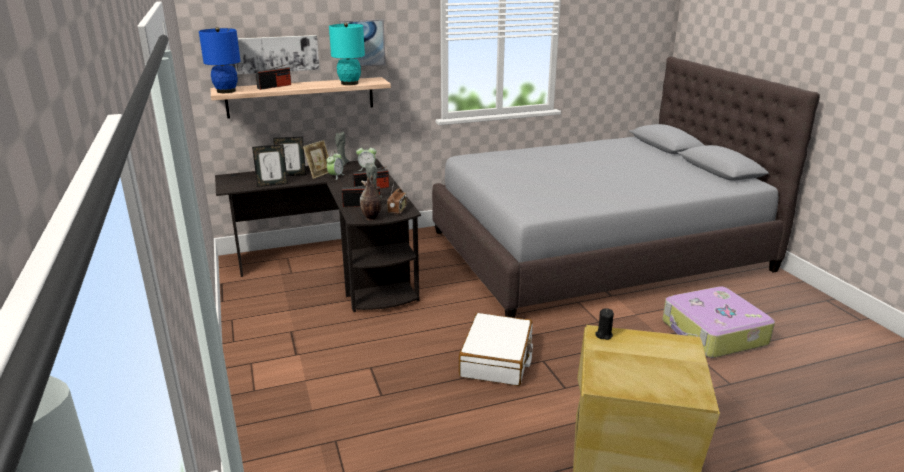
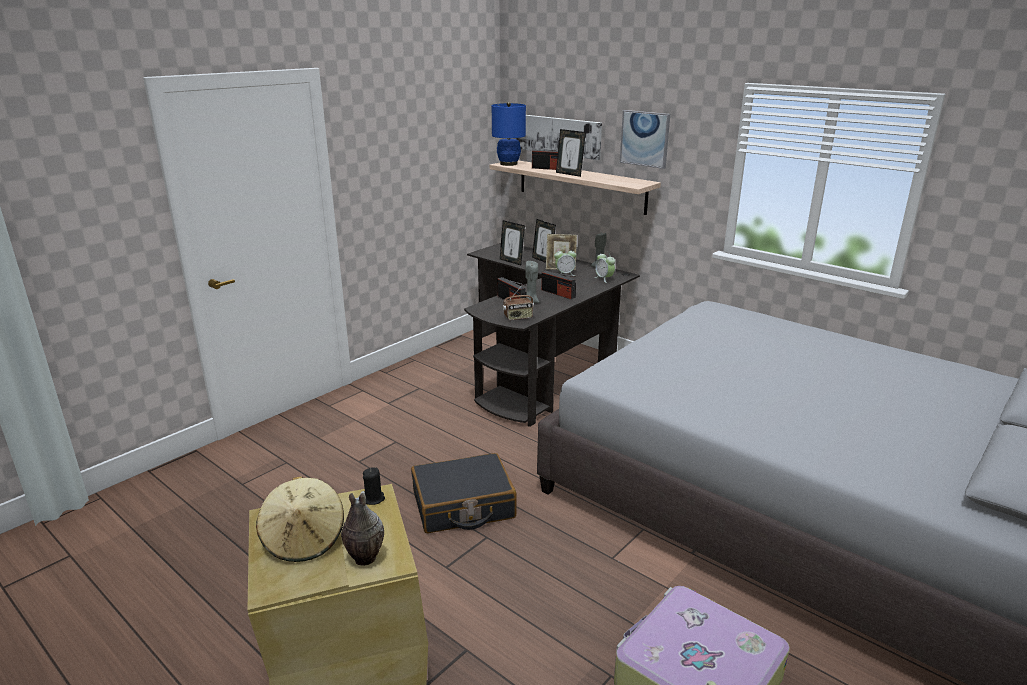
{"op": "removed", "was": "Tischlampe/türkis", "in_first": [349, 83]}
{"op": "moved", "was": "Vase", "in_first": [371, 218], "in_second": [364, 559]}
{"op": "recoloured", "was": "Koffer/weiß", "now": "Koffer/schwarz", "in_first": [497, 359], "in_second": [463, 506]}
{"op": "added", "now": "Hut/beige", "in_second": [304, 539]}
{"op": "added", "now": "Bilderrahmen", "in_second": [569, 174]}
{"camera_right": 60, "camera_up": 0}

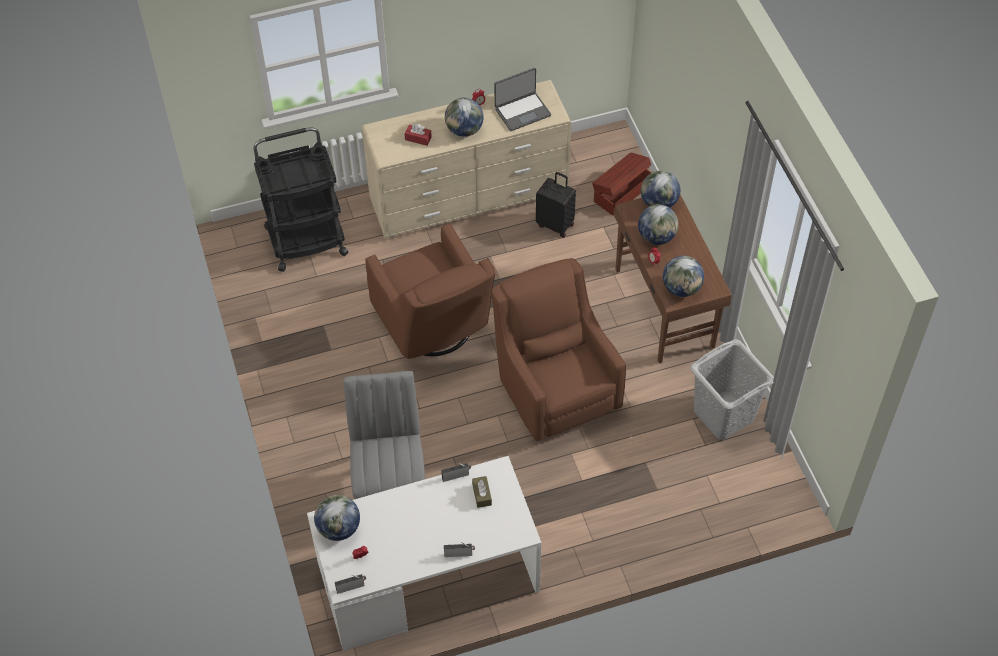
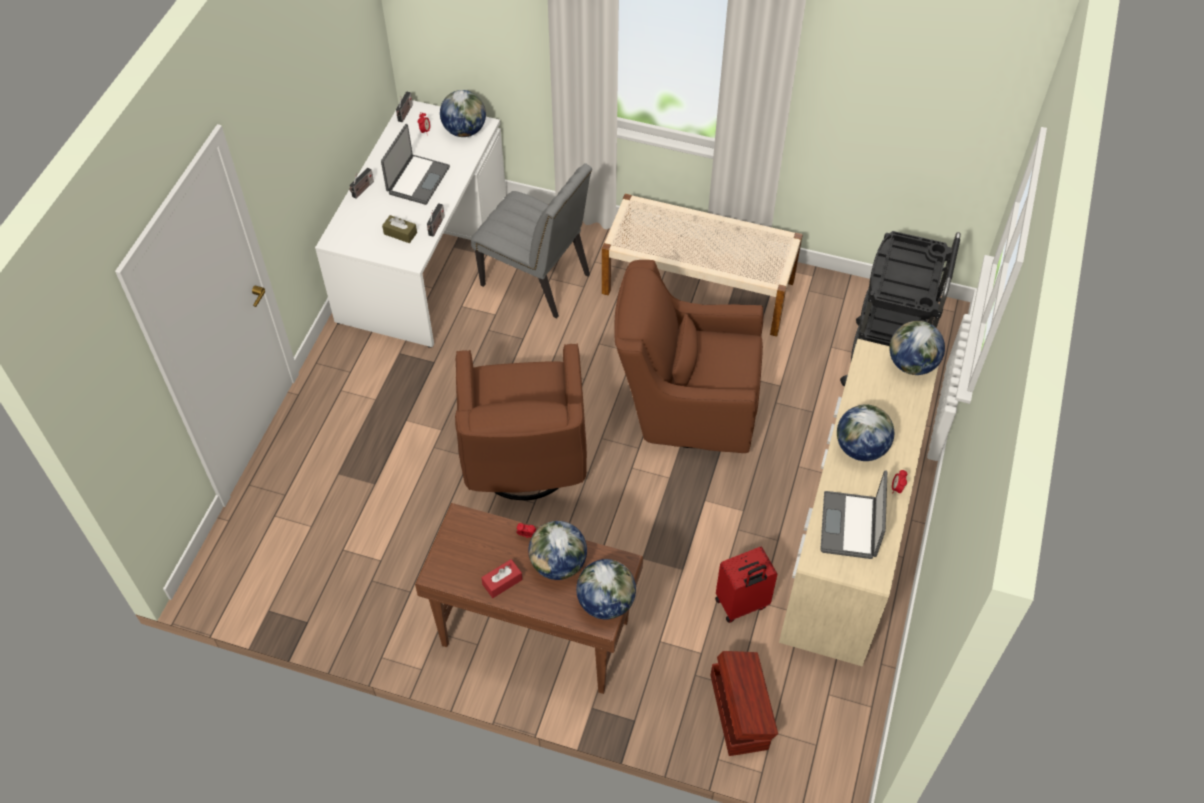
{"op": "moved", "was": "Taschentuchbox/rot", "in_first": [418, 138], "in_second": [502, 582]}
{"op": "turned", "was": "Sessel/braun", "in_first": [554, 388], "in_second": [524, 462], "clockwise": 75}
{"op": "recoloured", "was": "Koffer/schwarz", "now": "Koffer/rot", "in_first": [555, 224], "in_second": [742, 604]}
{"op": "moved", "was": "Globus", "in_first": [681, 288], "in_second": [911, 364]}
{"op": "removed", "was": "Wäschekorb/grau", "in_first": [723, 415]}
{"op": "added", "now": "Laptop", "in_second": [417, 180]}
{"op": "added", "now": "Bank/beige", "in_second": [698, 286]}
{"camera_right": 125, "camera_up": 0}

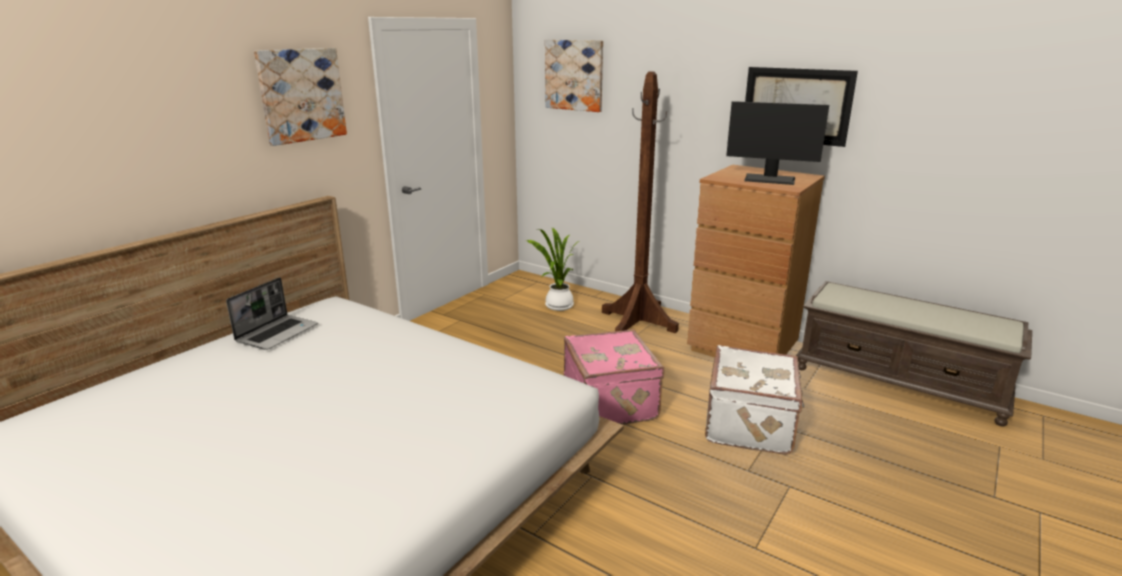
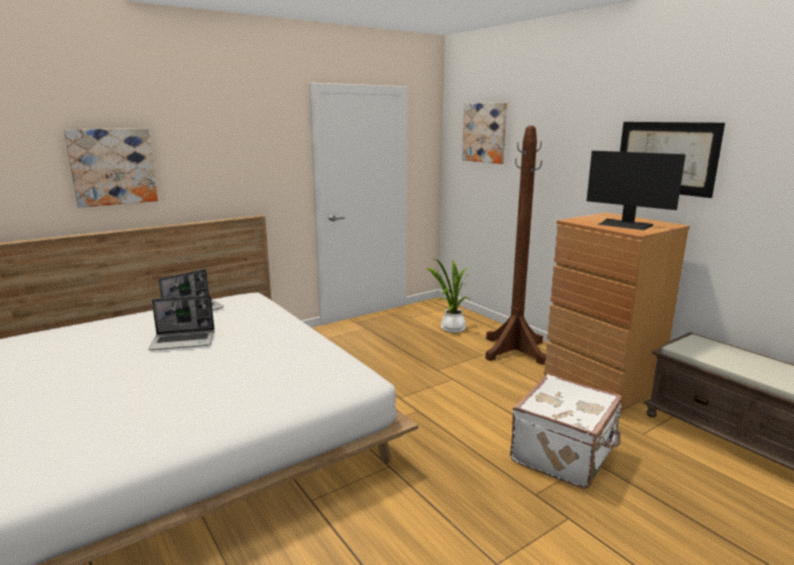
{"op": "moved", "was": "Bild", "in_first": [301, 95], "in_second": [112, 166]}
{"op": "removed", "was": "Koffer/rosa", "in_first": [611, 402]}
{"op": "added", "now": "Laptop", "in_second": [184, 341]}
{"camera_right": 20, "camera_up": -5}

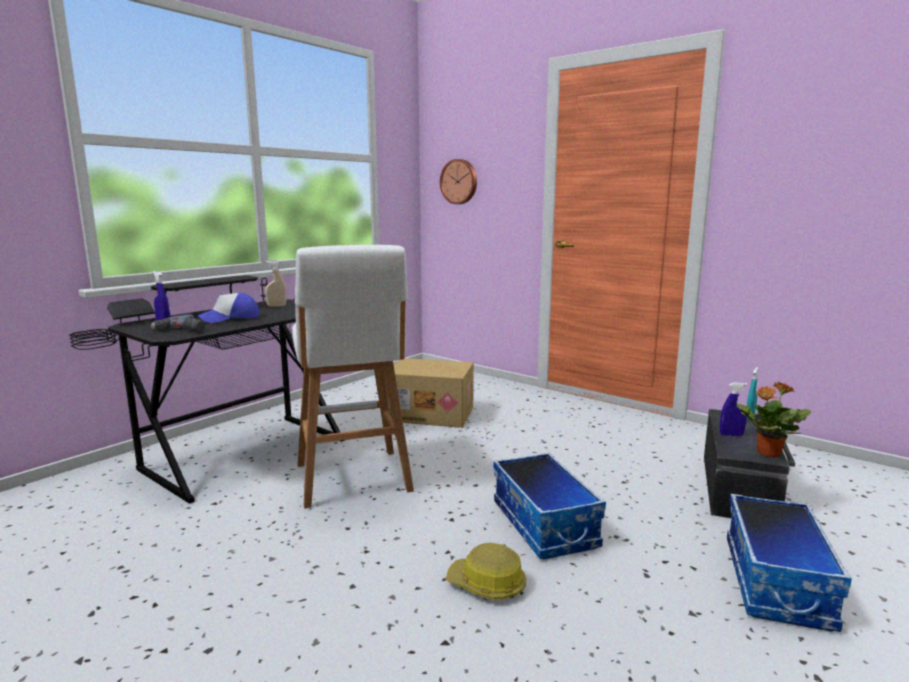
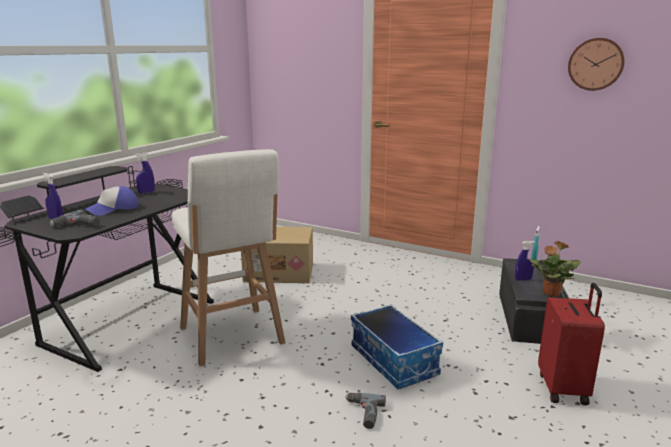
{"op": "recoloured", "was": "Sprühflasche/beige", "now": "Sprühflasche/blau", "in_first": [276, 306], "in_second": [146, 192]}
{"op": "moved", "was": "Wanduhr", "in_first": [459, 181], "in_second": [595, 64]}
{"op": "replaced", "was": "Schutzhelm", "now": "Bohrmaschine", "in_first": [487, 585], "in_second": [363, 413]}
{"op": "replaced", "was": "Aufbewahrungsbox", "now": "Koffer/rot", "in_first": [778, 583], "in_second": [564, 388]}
{"camera_right": -10, "camera_up": 5}

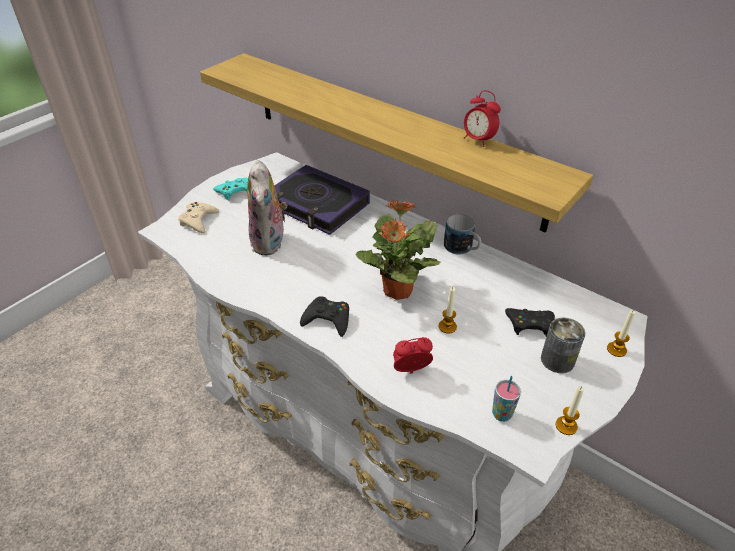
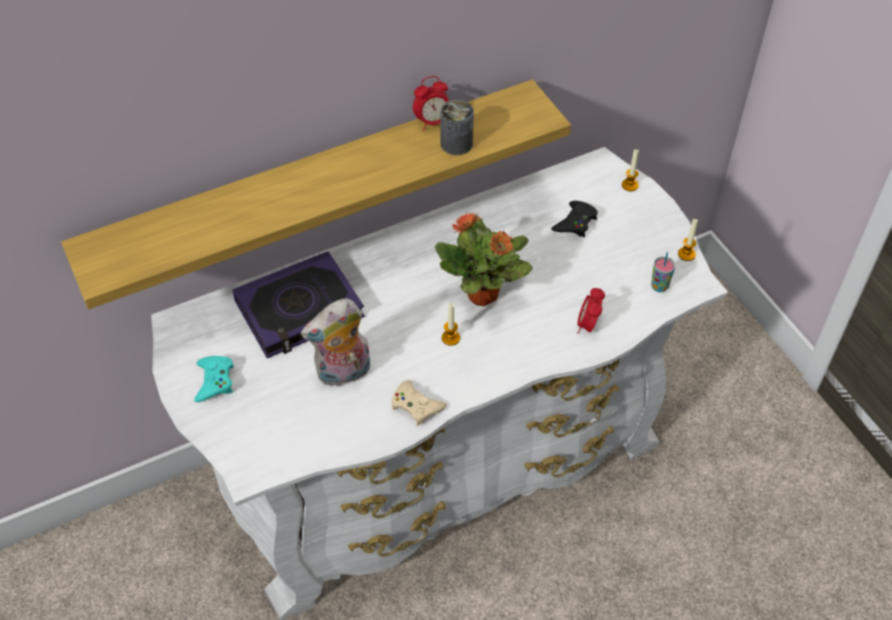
{"op": "moved", "was": "Gamepad/beige", "in_first": [198, 220], "in_second": [416, 406]}
{"op": "turned", "was": "Plüschtier", "in_first": [270, 243], "in_second": [343, 374], "clockwise": 135}
{"op": "removed", "was": "Gamepad/schwarz", "in_first": [327, 320]}
{"op": "moved", "was": "Kerze", "in_first": [447, 327], "in_second": [450, 338]}
{"op": "removed", "was": "Henkelbecher", "in_first": [462, 249]}
{"op": "moved", "was": "Dose", "in_first": [557, 360], "in_second": [456, 143]}
{"camera_right": -65, "camera_up": 10}

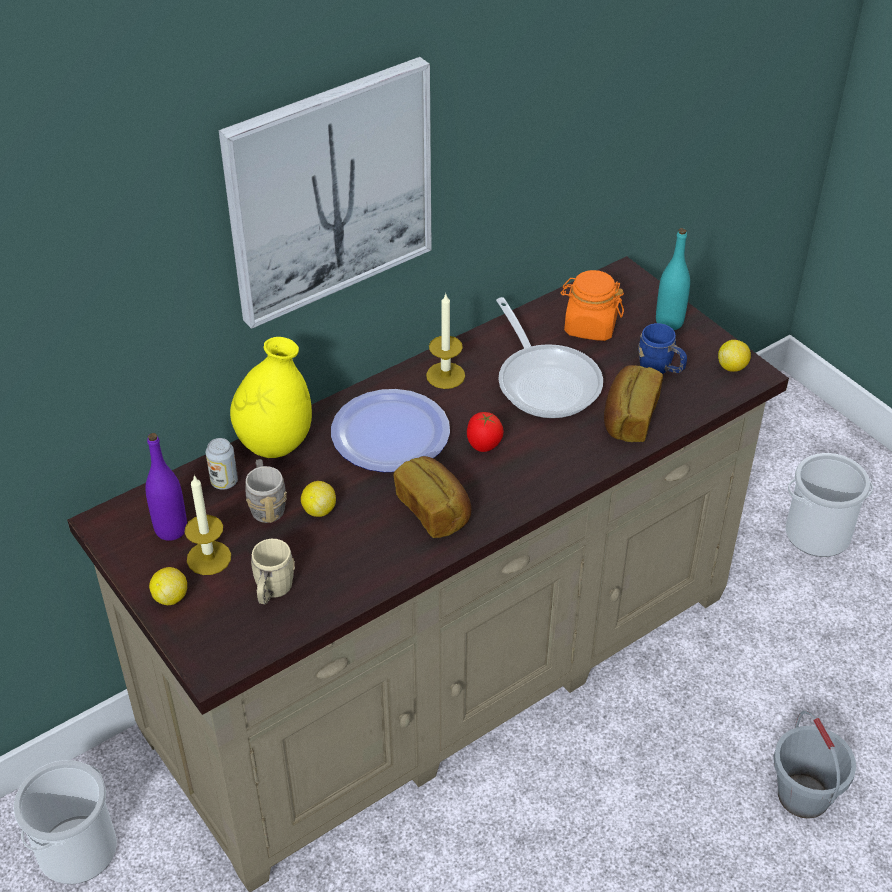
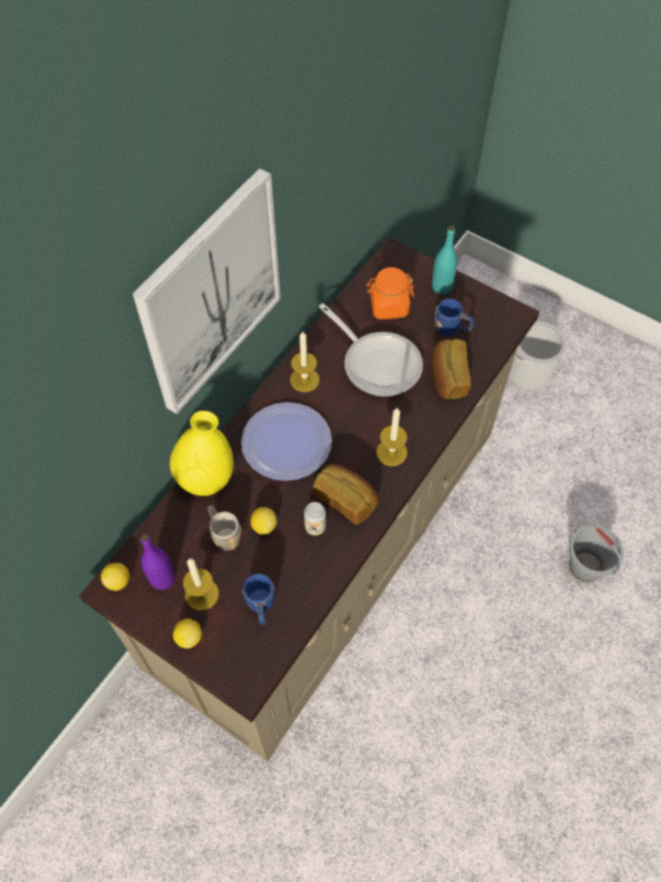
{"op": "removed", "was": "Eimer", "in_first": [77, 849]}
{"op": "moved", "was": "Dose", "in_first": [224, 481], "in_second": [315, 527]}
{"op": "recoloured", "was": "Henkelbecher/beige", "now": "Henkelbecher/blau", "in_first": [272, 591], "in_second": [261, 607]}
{"op": "removed", "was": "Tomate", "in_first": [484, 447]}
{"op": "moved", "was": "Zitrone", "in_first": [732, 367], "in_second": [118, 581]}
{"op": "added", "now": "Kerze", "in_second": [391, 452]}
{"camera_right": -20, "camera_up": 15}

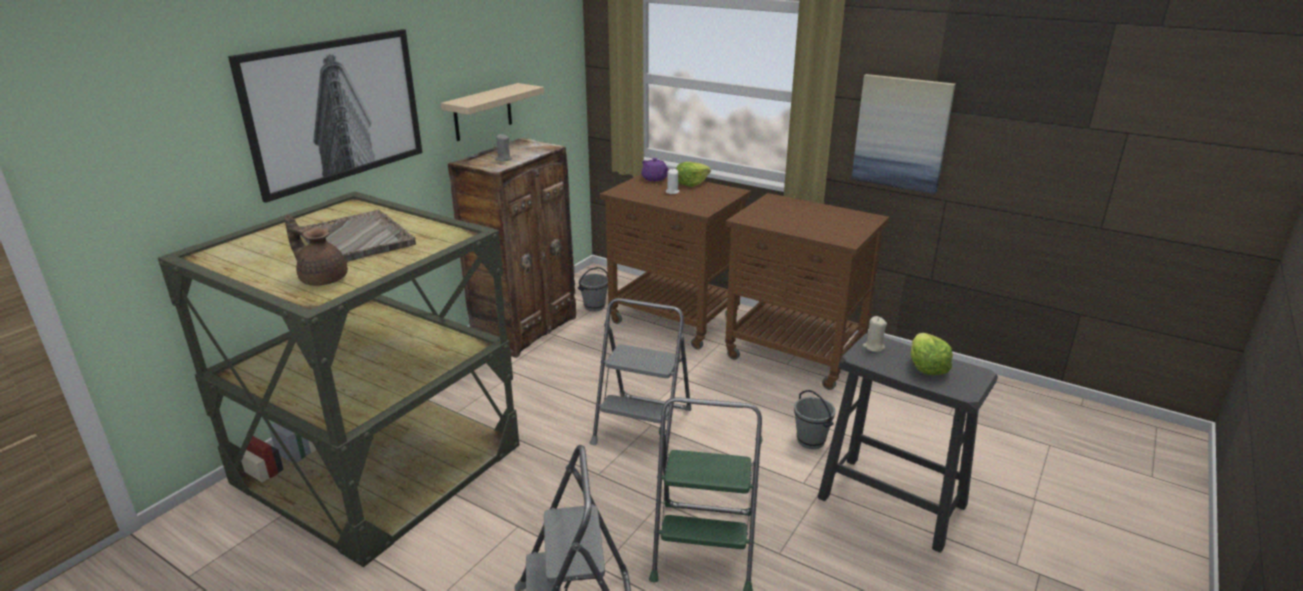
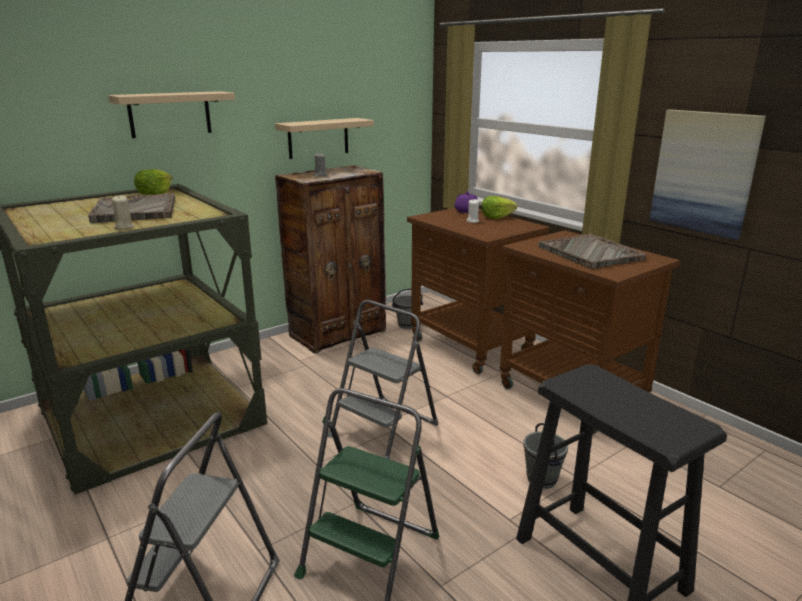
{"op": "replaced", "was": "Bild", "now": "Wandregal/beige", "in_first": [336, 110], "in_second": [170, 114]}
{"op": "removed", "was": "Teekanne/braun", "in_first": [322, 278]}
{"op": "moved", "was": "Kerze/beige", "in_first": [873, 347], "in_second": [124, 227]}
{"op": "moved", "was": "Salatkopf", "in_first": [926, 367], "in_second": [155, 194]}
{"op": "added", "now": "Tablett/grau", "in_second": [590, 253]}
{"camera_right": 20, "camera_up": -5}

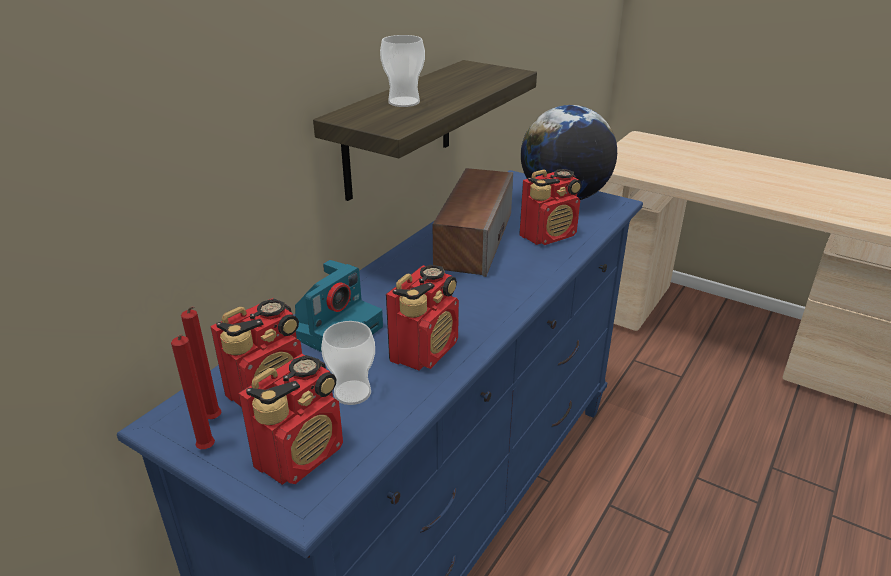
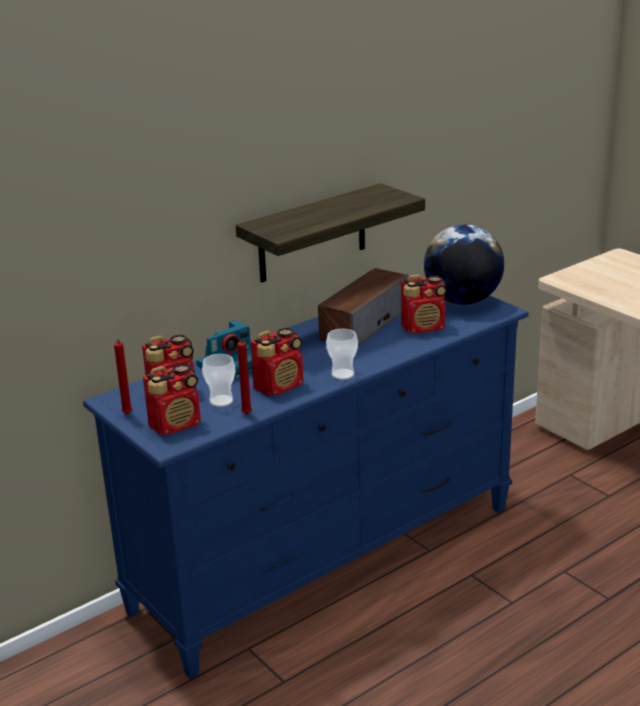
{"op": "moved", "was": "Kerze/rot", "in_first": [215, 420], "in_second": [247, 415]}
{"op": "moved", "was": "Tasse", "in_first": [404, 102], "in_second": [342, 374]}
{"camera_right": 20, "camera_up": -5}

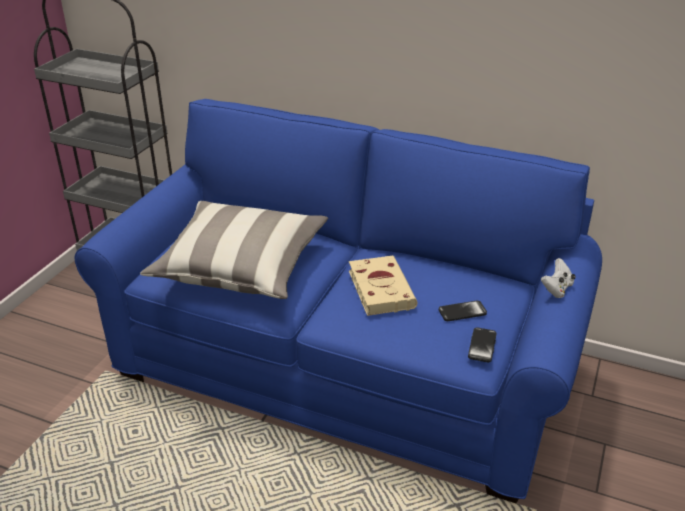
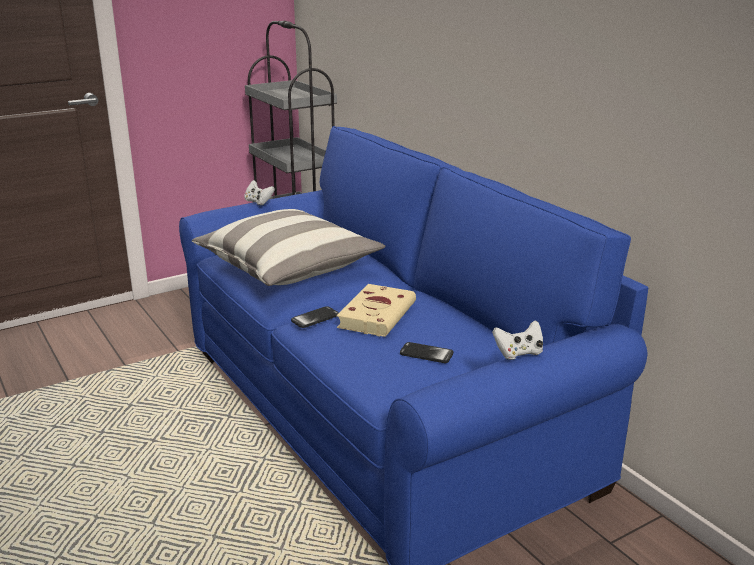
{"op": "moved", "was": "Handy", "in_first": [482, 346], "in_second": [315, 318]}
{"op": "added", "now": "Gamepad/weiß", "in_second": [258, 202]}
{"camera_right": 35, "camera_up": -10}

